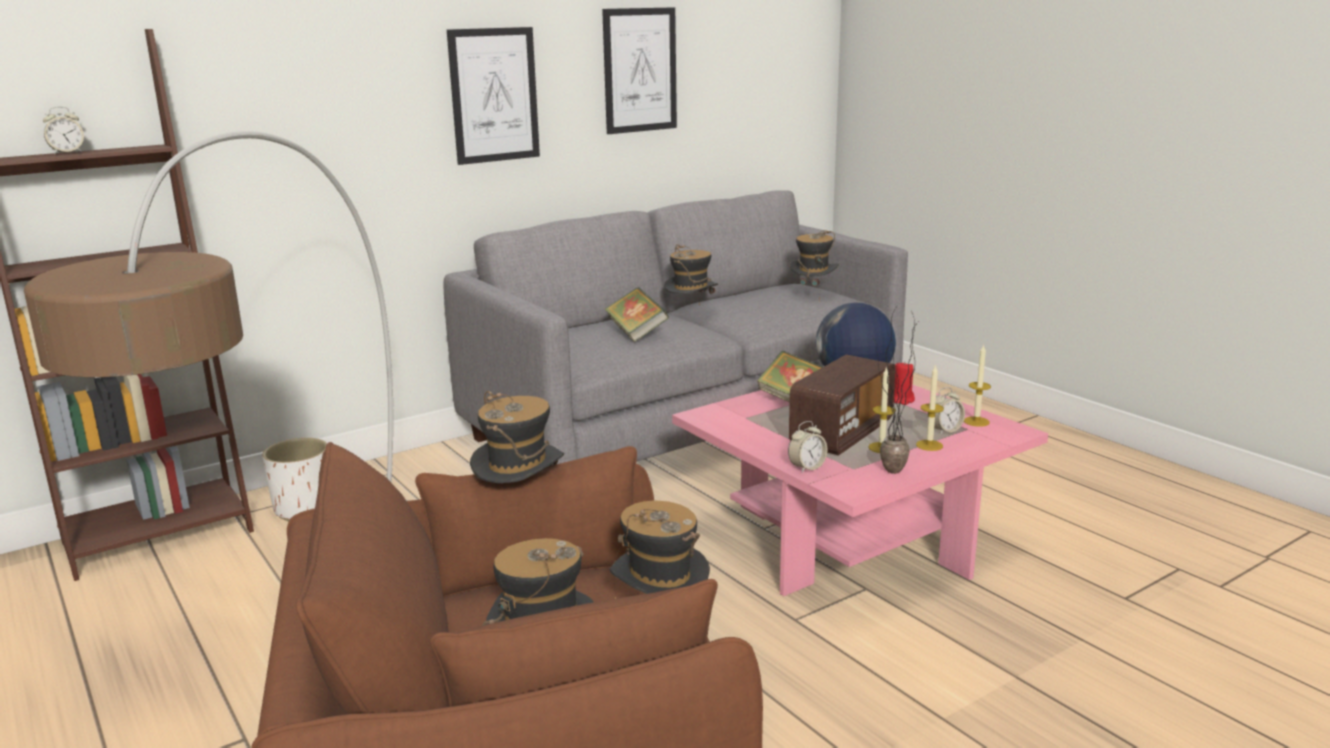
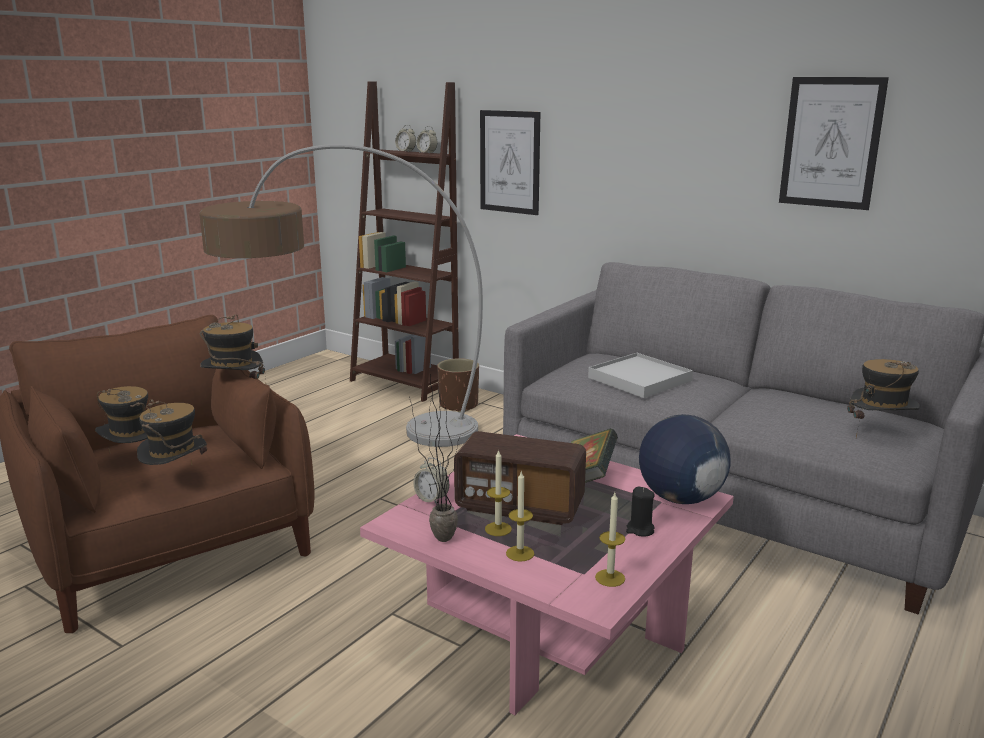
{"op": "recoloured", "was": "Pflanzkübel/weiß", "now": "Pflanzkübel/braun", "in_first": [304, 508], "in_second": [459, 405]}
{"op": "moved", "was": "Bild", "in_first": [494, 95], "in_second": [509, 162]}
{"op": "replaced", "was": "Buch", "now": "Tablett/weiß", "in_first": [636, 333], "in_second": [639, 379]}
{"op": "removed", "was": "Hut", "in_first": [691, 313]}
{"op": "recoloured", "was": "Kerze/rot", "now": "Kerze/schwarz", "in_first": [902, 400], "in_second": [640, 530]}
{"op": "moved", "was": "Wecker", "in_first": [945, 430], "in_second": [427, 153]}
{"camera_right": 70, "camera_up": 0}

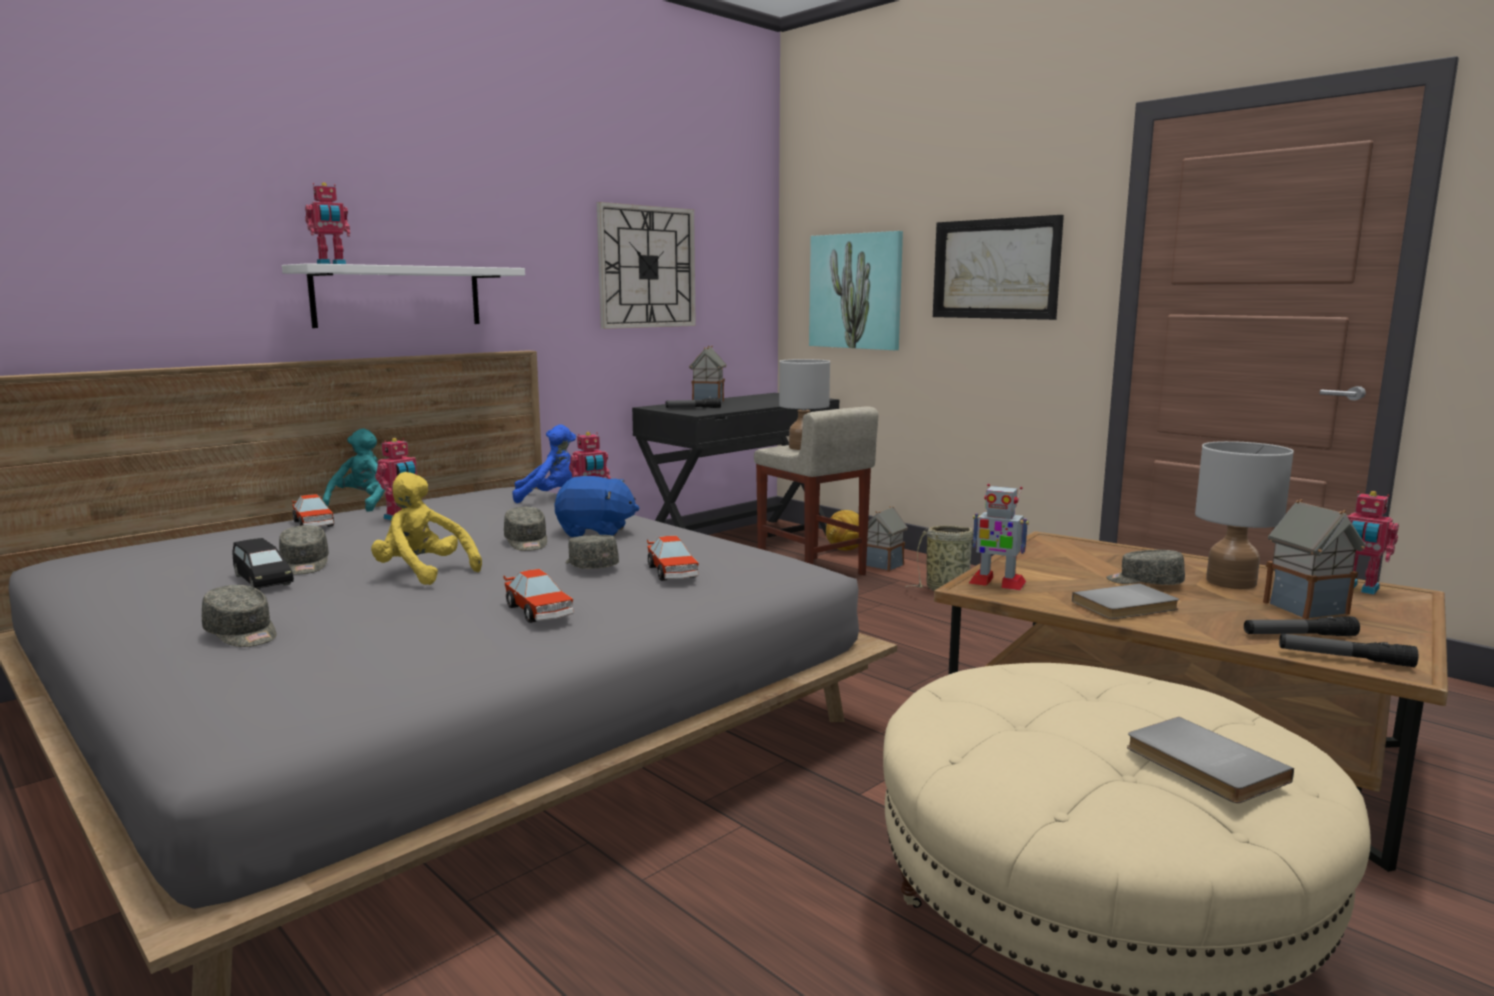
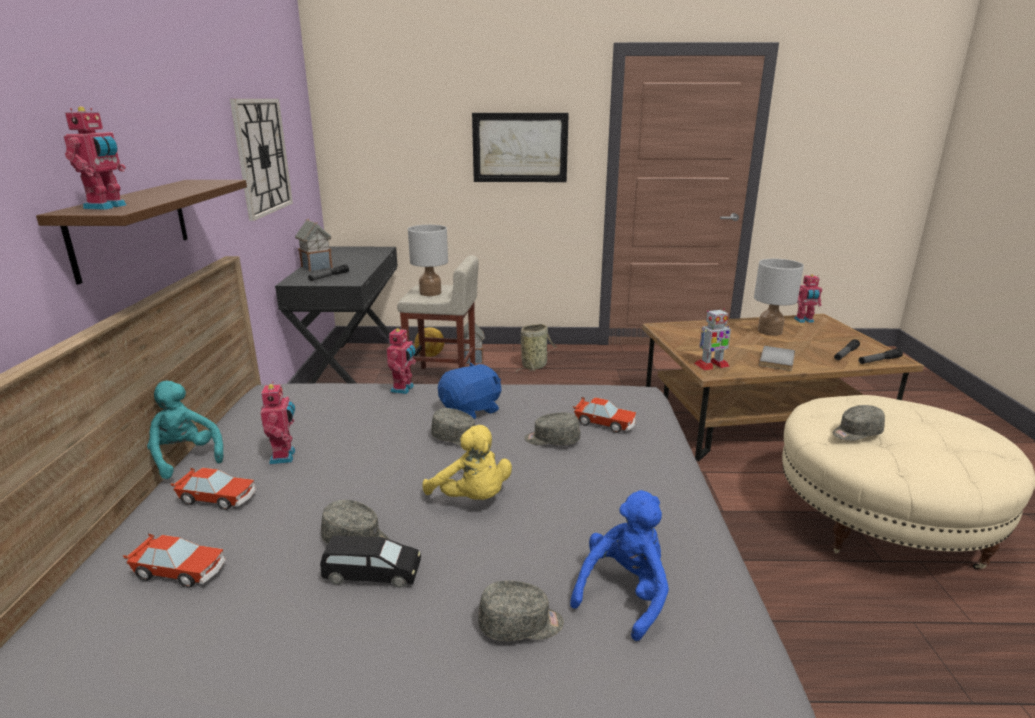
{"op": "recoloured", "was": "Wandregal/weiß", "now": "Wandregal/braun", "in_first": [398, 296], "in_second": [131, 227]}
{"op": "turned", "was": "Plüschtier/gelb", "in_first": [423, 573], "in_second": [472, 499], "clockwise": -120}
{"op": "moved", "was": "Spielzeugauto", "in_first": [539, 611], "in_second": [180, 571]}
{"op": "moved", "was": "Plüschtier/blau", "in_first": [550, 497], "in_second": [624, 593]}
{"op": "removed", "was": "Bild", "in_first": [855, 291]}
{"op": "moved", "was": "Kappe/grau", "in_first": [1144, 582], "in_second": [856, 433]}
{"op": "removed", "was": "Buch/grau", "in_first": [1202, 765]}
{"op": "removed", "was": "Spielzeughaus", "in_first": [1307, 608]}
{"camera_right": -45, "camera_up": 10}

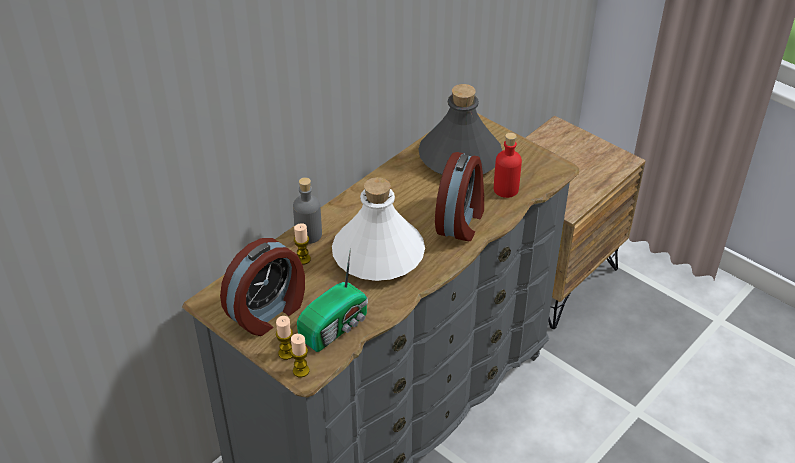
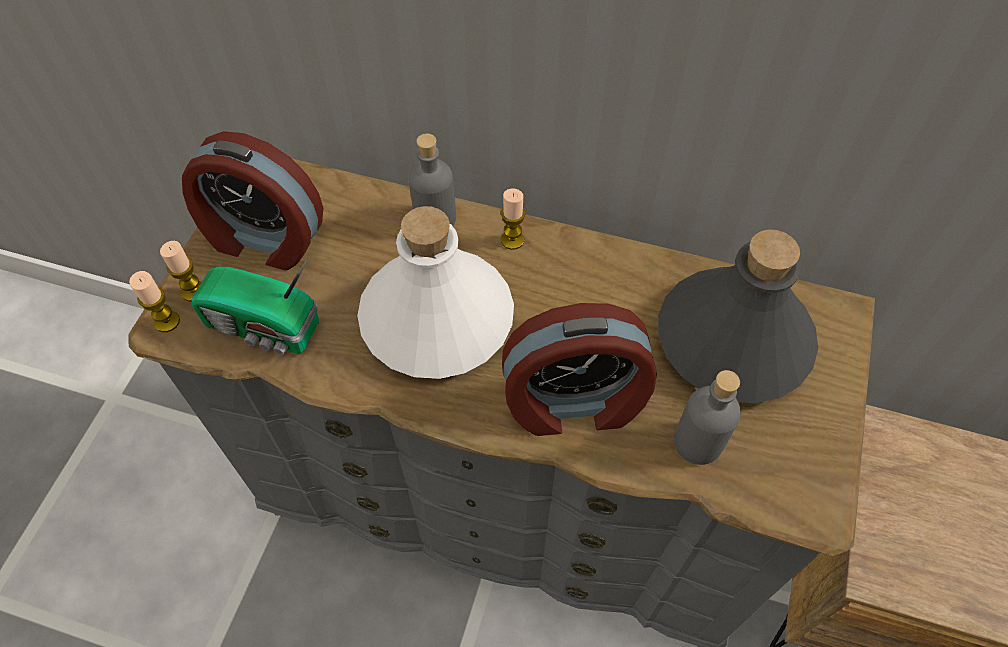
{"op": "moved", "was": "Kerze", "in_first": [303, 259], "in_second": [512, 240]}
{"op": "recoloured", "was": "Flasche/rot", "now": "Flasche/grau", "in_first": [506, 189], "in_second": [698, 442]}
{"camera_right": 65, "camera_up": 15}

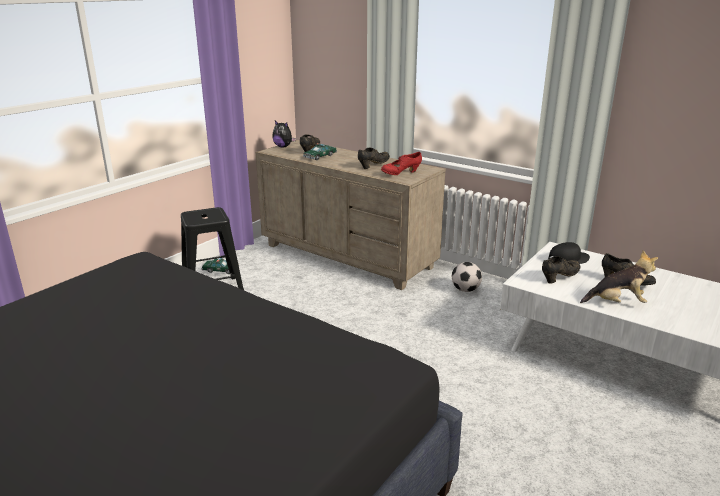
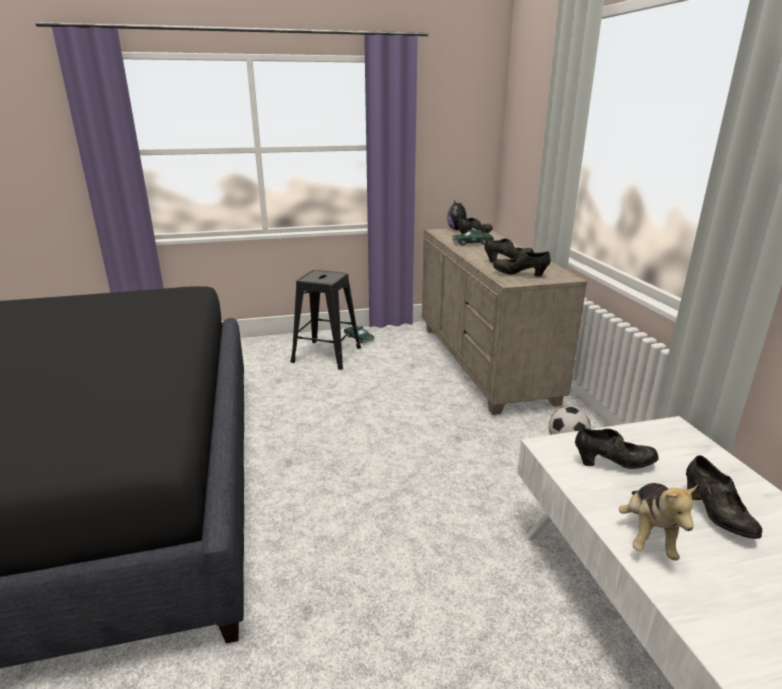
{"op": "recoloured", "was": "Schuh/rot", "now": "Schuh/schwarz", "in_first": [401, 174], "in_second": [520, 275]}
{"op": "removed", "was": "Kappe/schwarz", "in_first": [568, 259]}
{"op": "turned", "was": "Plüschtier", "in_first": [617, 303], "in_second": [648, 535], "clockwise": 60}
{"camera_right": 40, "camera_up": 0}

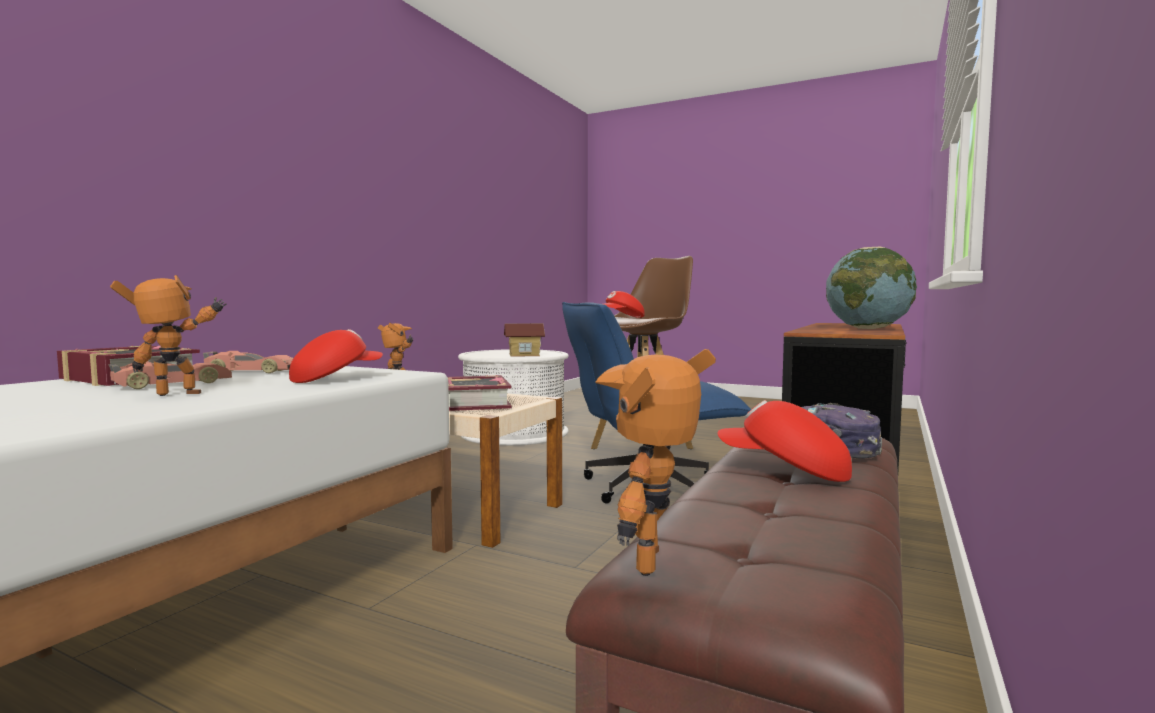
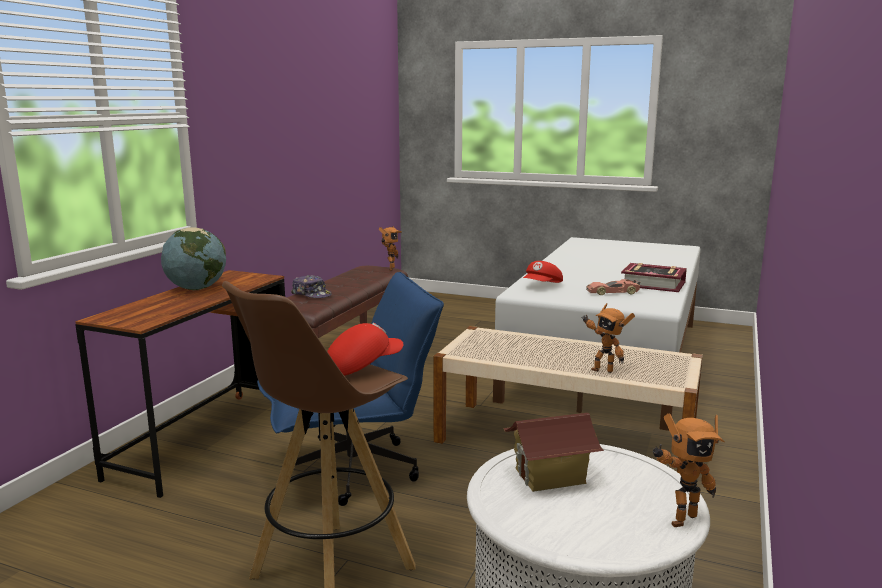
{"op": "removed", "was": "Spielzeugauto", "in_first": [173, 384]}
{"op": "moved", "was": "Spielzeugroboter", "in_first": [178, 395], "in_second": [679, 518]}
{"op": "removed", "was": "Buch", "in_first": [472, 403]}
{"op": "removed", "was": "Kappe/rot", "in_first": [784, 471]}
{"camera_right": 175, "camera_up": 10}

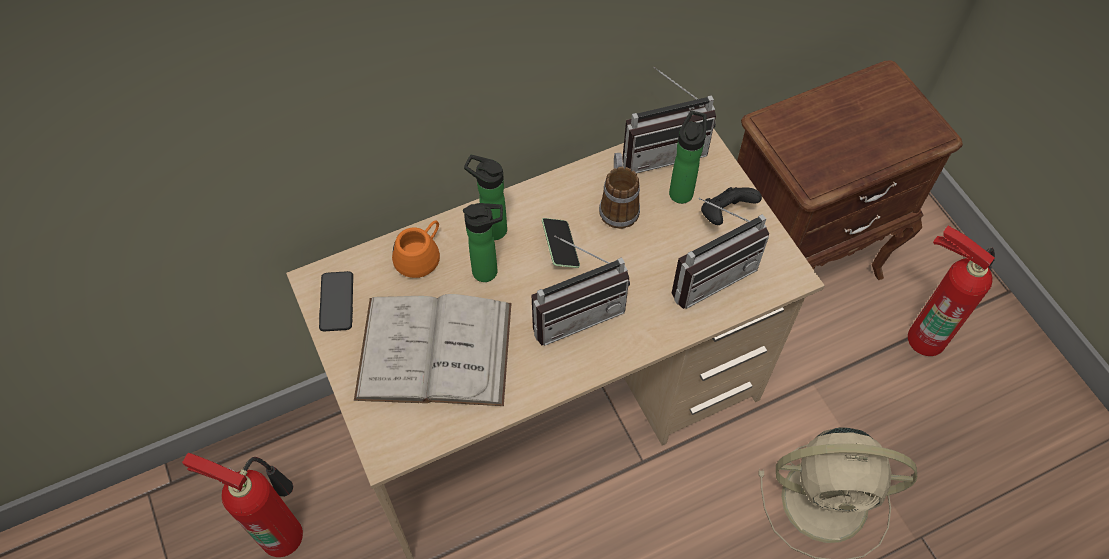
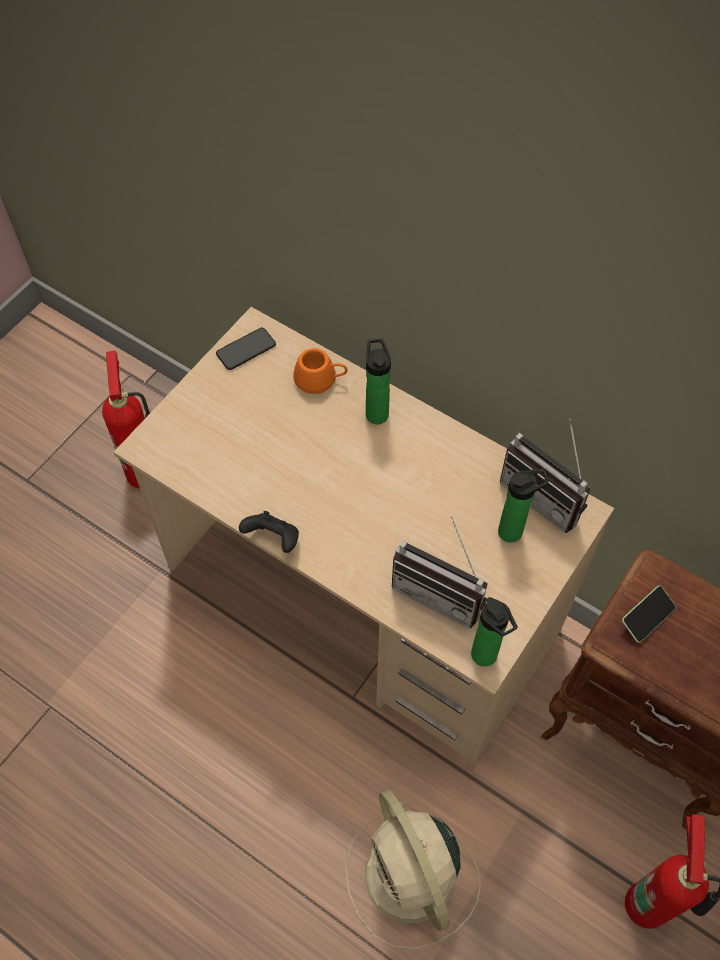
{"op": "removed", "was": "Buch/weiß", "in_first": [434, 351]}
{"op": "moved", "was": "Flasche", "in_first": [489, 271], "in_second": [486, 658]}
{"op": "removed", "was": "Radio", "in_first": [575, 311]}
{"op": "moved", "was": "Handy", "in_first": [560, 247], "in_second": [647, 617]}
{"op": "removed", "was": "Henkelbecher", "in_first": [618, 205]}
{"op": "moved", "was": "Gamepad/schwarz", "in_first": [725, 214], "in_second": [273, 539]}
{"camera_right": 60, "camera_up": 0}

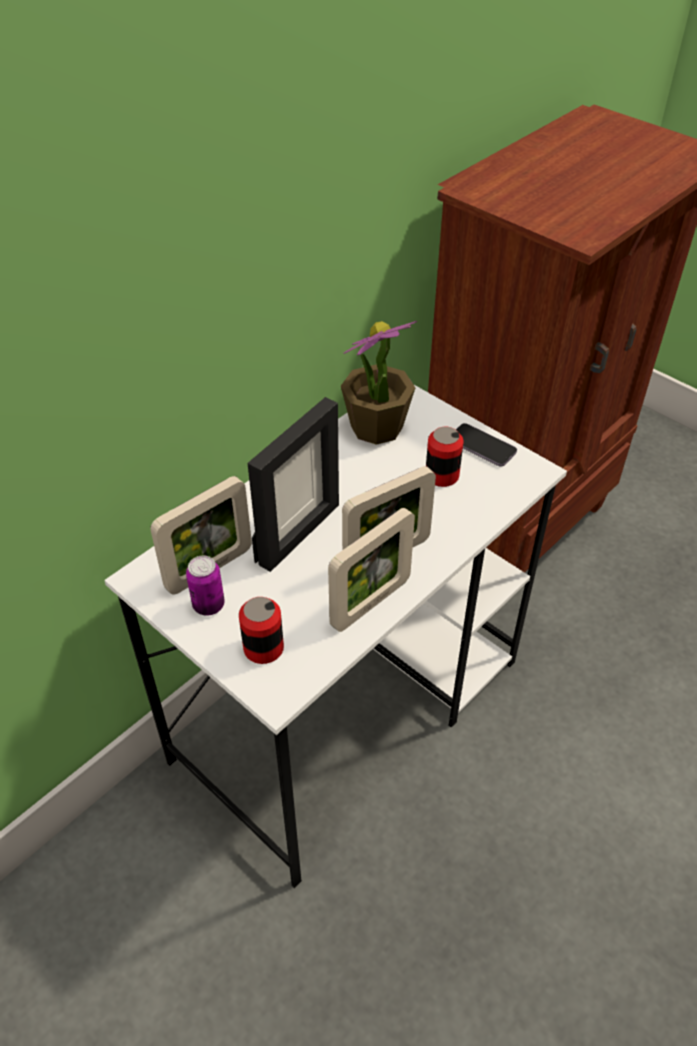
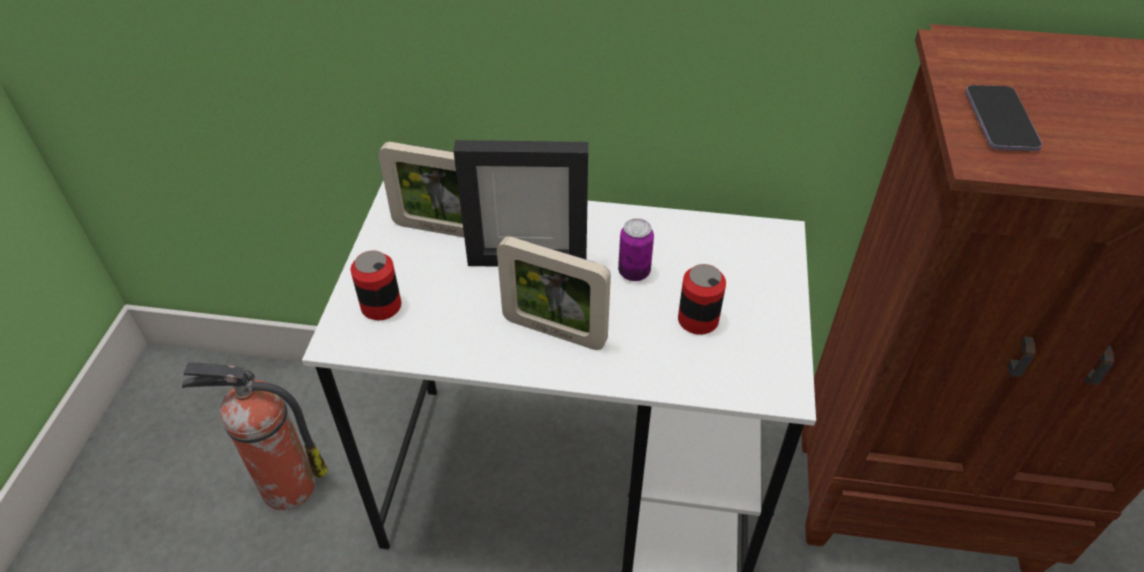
{"op": "moved", "was": "Dose", "in_first": [208, 605], "in_second": [634, 272]}
{"op": "removed", "was": "Bilderrahmen", "in_first": [370, 603]}
{"op": "removed", "was": "Topfpflanze", "in_first": [376, 427]}
{"op": "moved", "was": "Handy", "in_first": [482, 446], "in_second": [1000, 121]}
{"op": "added", "now": "Feuerlöscher", "in_second": [285, 486]}
{"camera_right": 55, "camera_up": 0}

